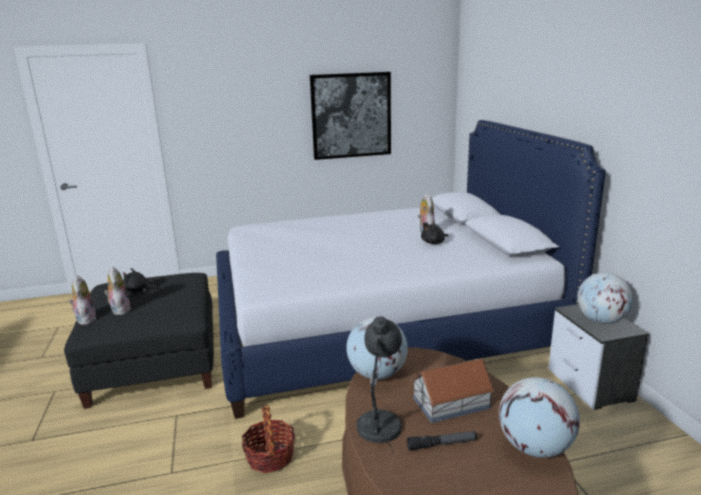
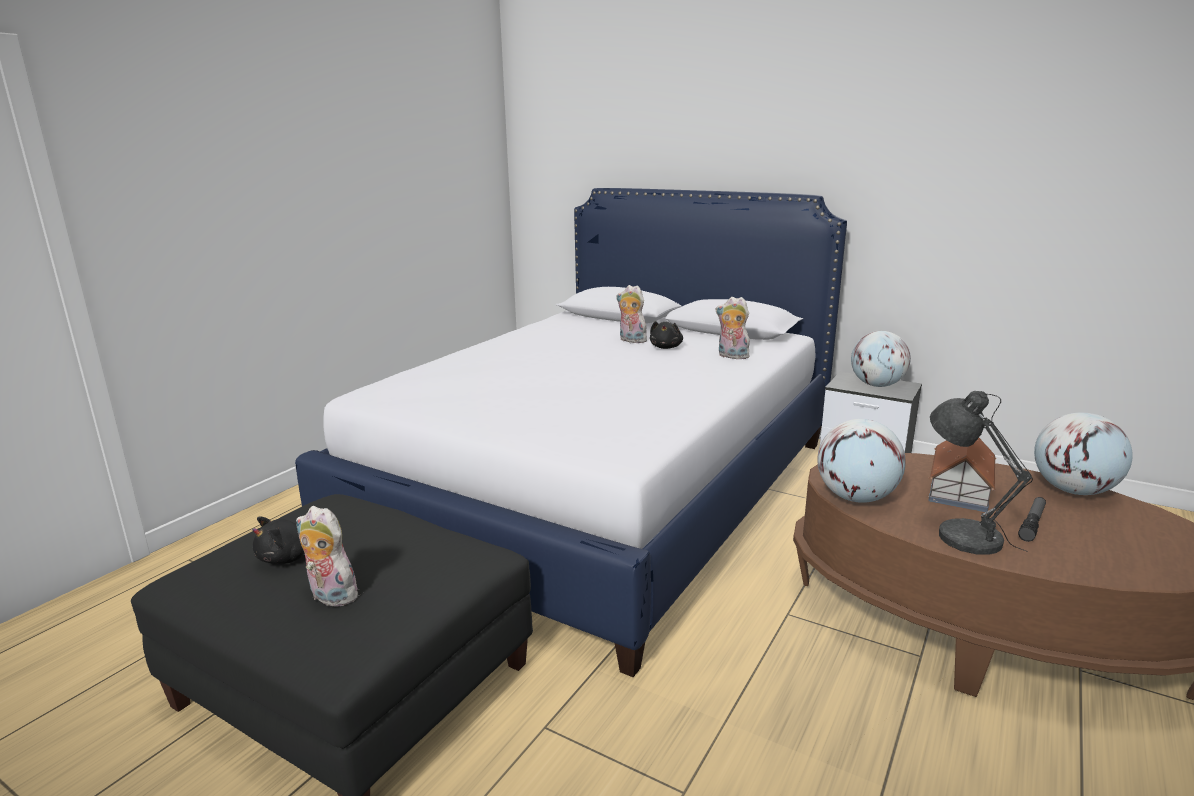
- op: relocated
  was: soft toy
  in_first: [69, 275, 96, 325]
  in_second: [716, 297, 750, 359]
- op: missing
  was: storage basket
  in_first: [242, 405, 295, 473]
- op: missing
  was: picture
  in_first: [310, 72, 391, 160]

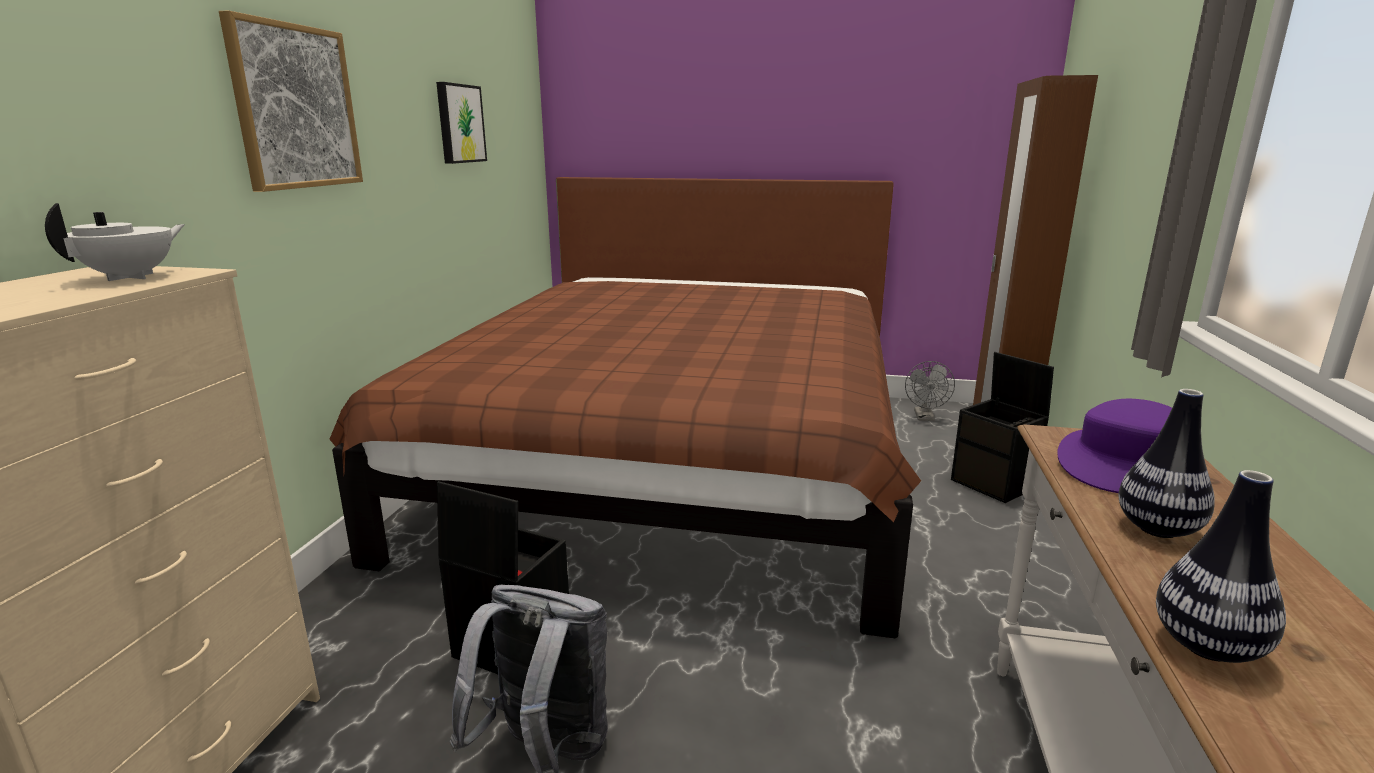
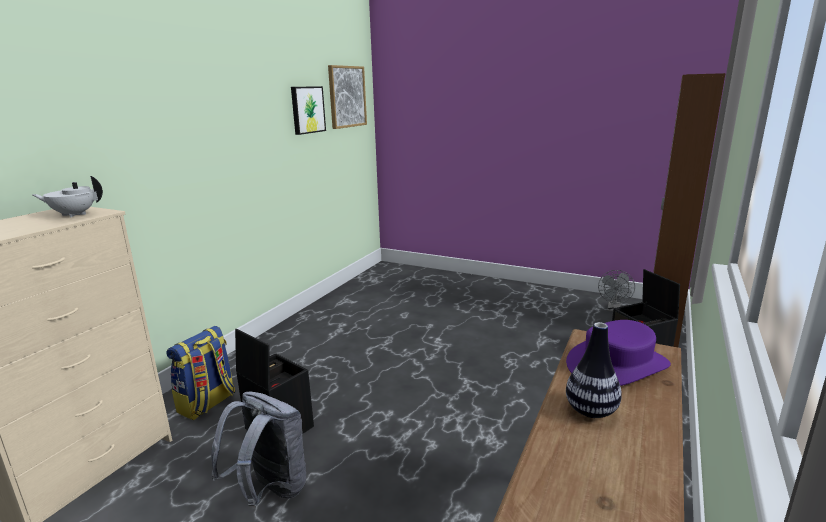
- op: spun
  was: tea pot (white)
  in_first: [45, 203, 185, 281]
  in_second: [32, 176, 103, 217]
  clockwise: -135
- op: appeared
  now: backpack
  in_second: [167, 326, 235, 420]
- op: relocated
  was: picture
  in_first: [219, 10, 363, 192]
  in_second: [328, 65, 367, 129]
- op: missing
  was: bedroom bed (brown)
  in_first: [329, 177, 921, 638]
- op: missing
  was: flower vase
  in_first: [1156, 470, 1286, 663]

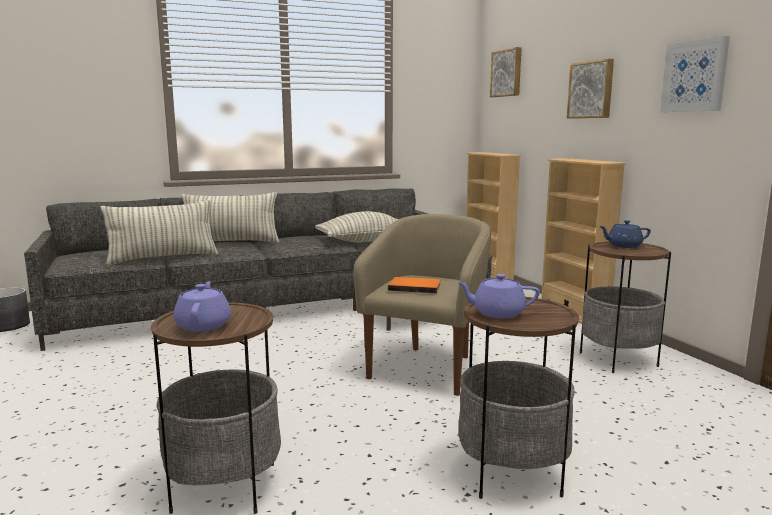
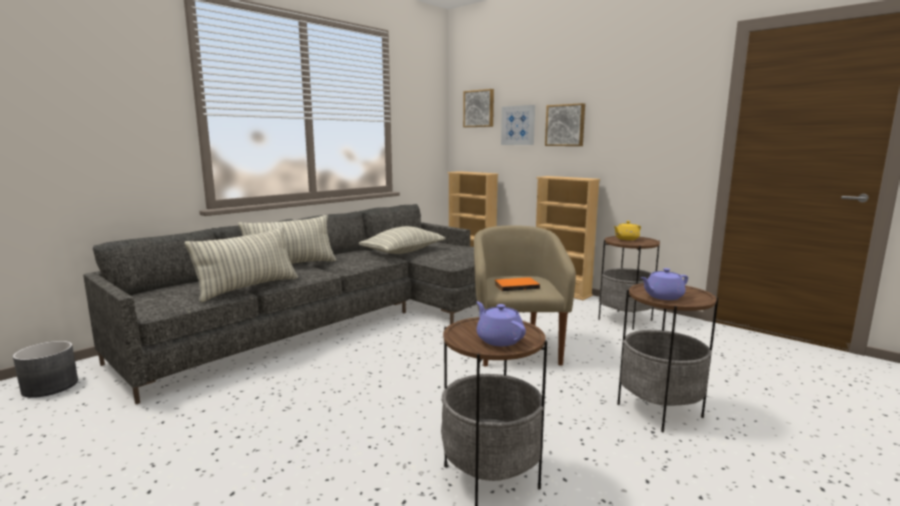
- op: relocated
  was: picture
  in_first: [660, 36, 730, 112]
  in_second: [501, 105, 535, 145]
- op: colour
  was: tea pot (blue-coloured)
  now: tea pot (yellow-coloured)
  in_first: [599, 220, 651, 248]
  in_second: [613, 221, 641, 240]

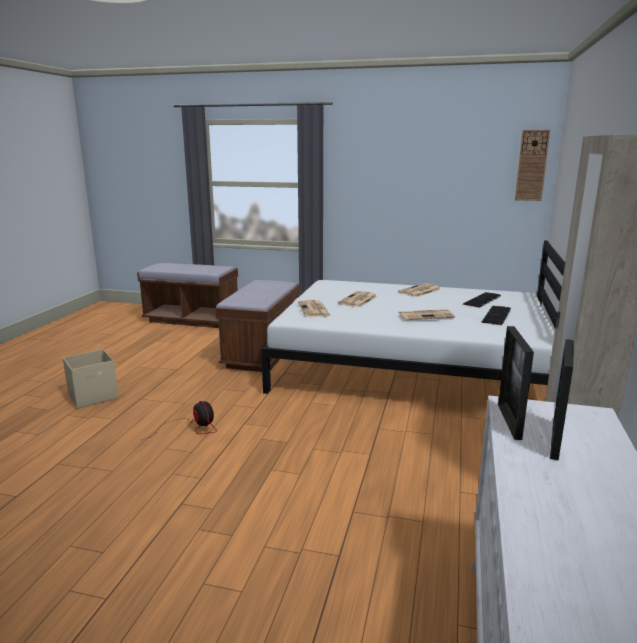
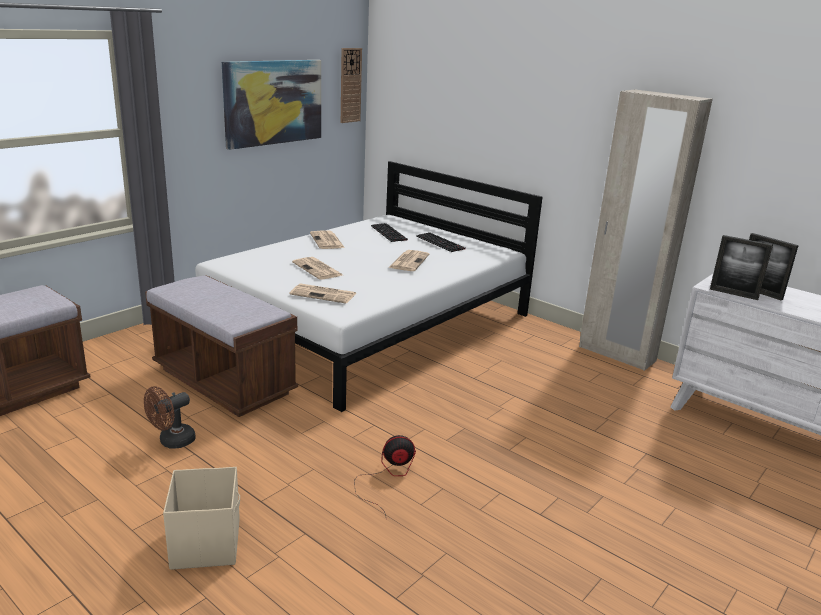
- op: appeared
  now: fan (brown)
  in_second: [144, 386, 196, 449]
- op: appeared
  now: picture
  in_second: [222, 60, 321, 150]

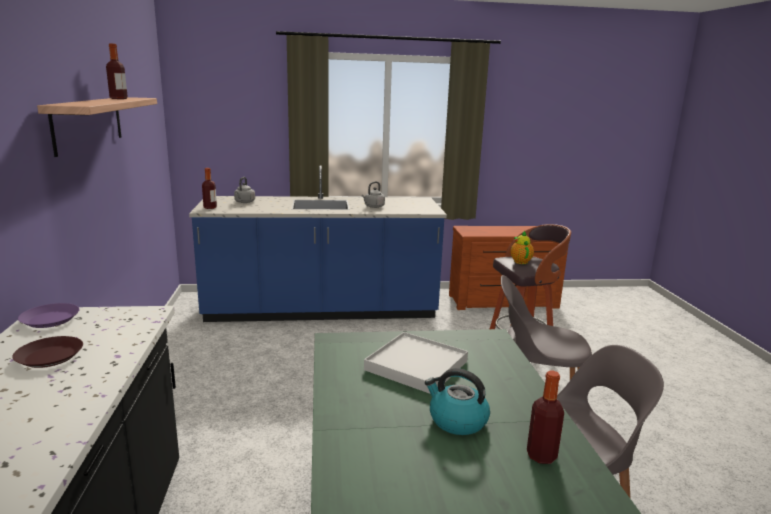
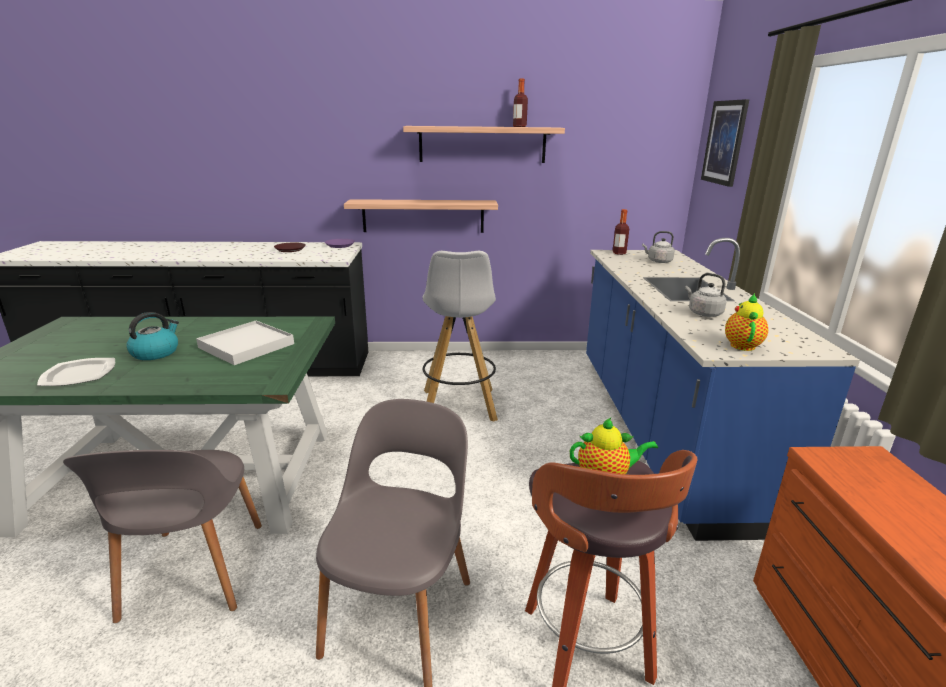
- op: exchanged
  was: beverage bottle
  now: plate
  in_first: [527, 370, 564, 464]
  in_second: [37, 358, 115, 386]
- op: appeared
  now: bracket shelf
  in_second: [344, 199, 498, 233]
- op: appeared
  now: stool (white)
  in_second: [423, 251, 498, 422]
- op: appeared
  now: picture
  in_second: [701, 99, 750, 187]
- op: appeared
  now: tea pot
  in_second: [725, 293, 768, 351]

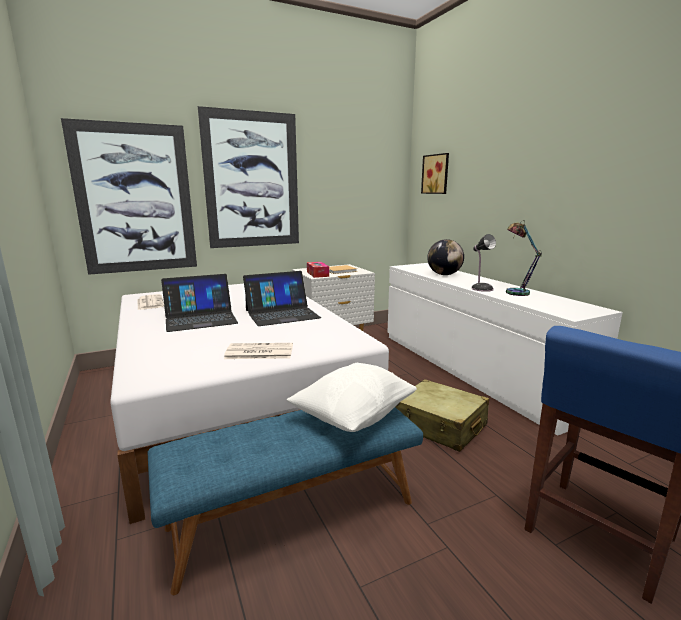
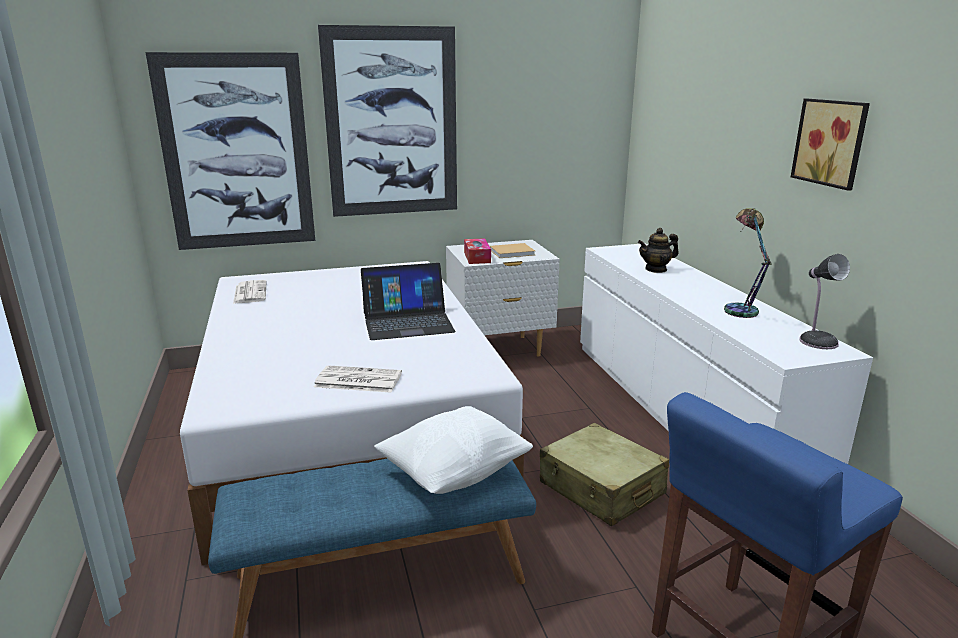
- op: exchanged
  was: world globe
  now: tea pot
  in_first: [427, 239, 464, 275]
  in_second: [638, 228, 679, 273]
- op: relocated
  was: picture
  in_first: [421, 153, 449, 194]
  in_second: [791, 99, 870, 191]
- op: relocated
  was: tabletop lamp
  in_first: [471, 234, 496, 292]
  in_second: [799, 254, 850, 349]
- op: missing
  was: laptop
  in_first: [161, 274, 238, 332]

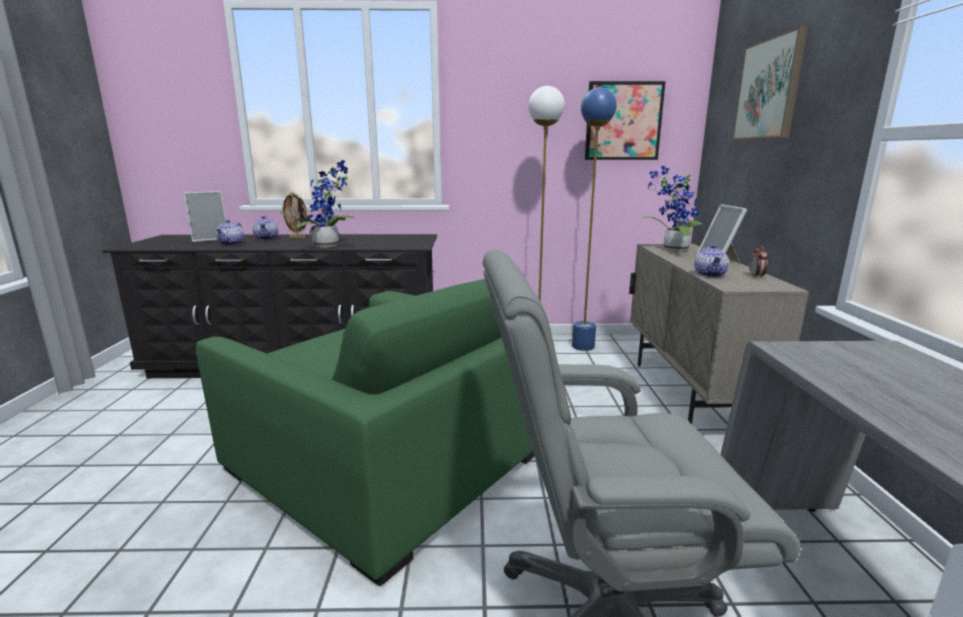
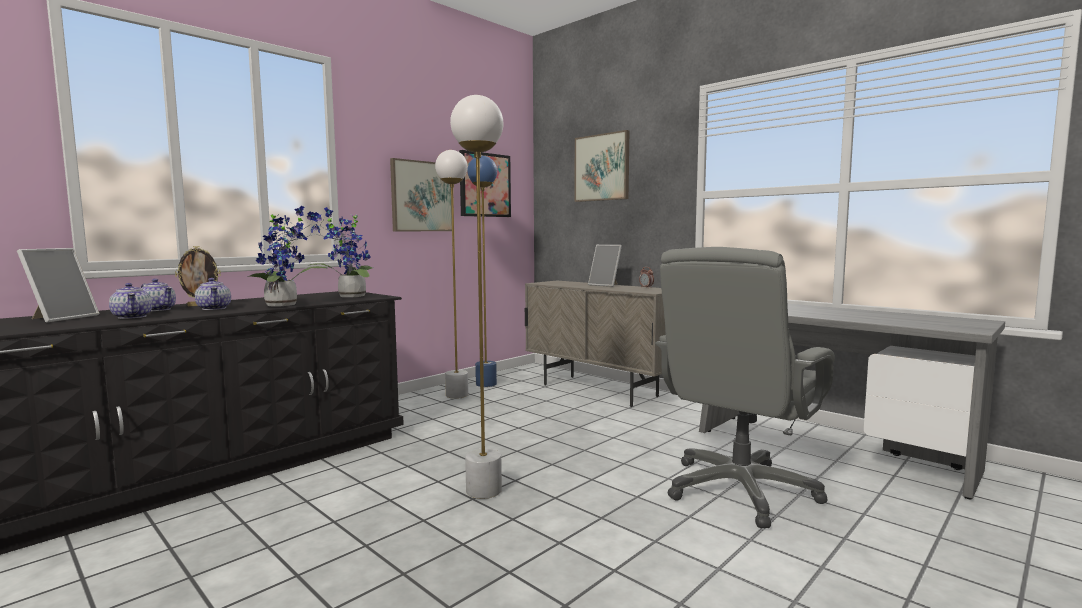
- op: relocated
  was: tea pot
  in_first: [694, 244, 729, 277]
  in_second: [195, 278, 231, 310]
- op: relocated
  was: plant in a pot
  in_first: [641, 165, 702, 252]
  in_second: [309, 207, 373, 297]
- op: appeared
  now: picture
  in_second: [390, 158, 452, 231]
- op: exchanged
  was: armchair (green)
  now: standing lamp (white)
  in_first: [196, 279, 552, 586]
  in_second: [450, 95, 504, 499]

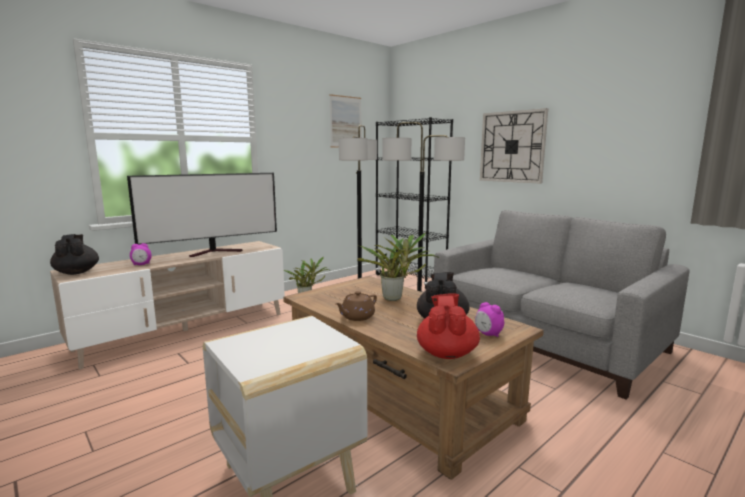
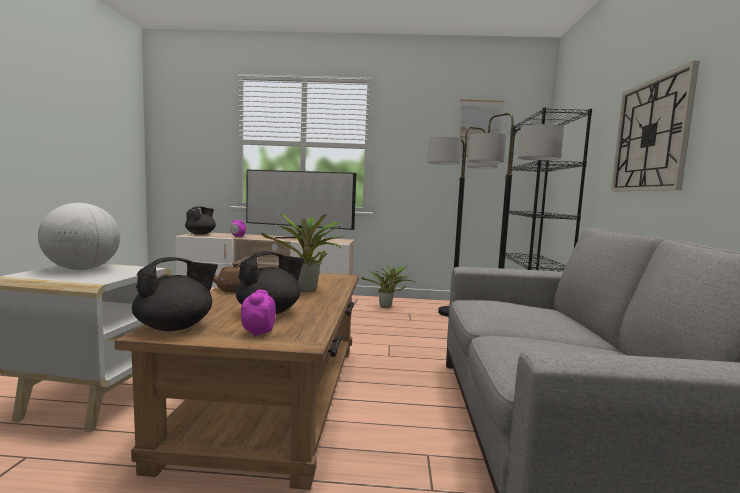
- op: appeared
  now: world globe
  in_second: [38, 203, 120, 270]
- op: colour
  was: tea pot (red-coloured)
  now: tea pot (black)
  in_first: [417, 293, 480, 359]
  in_second: [132, 257, 218, 331]

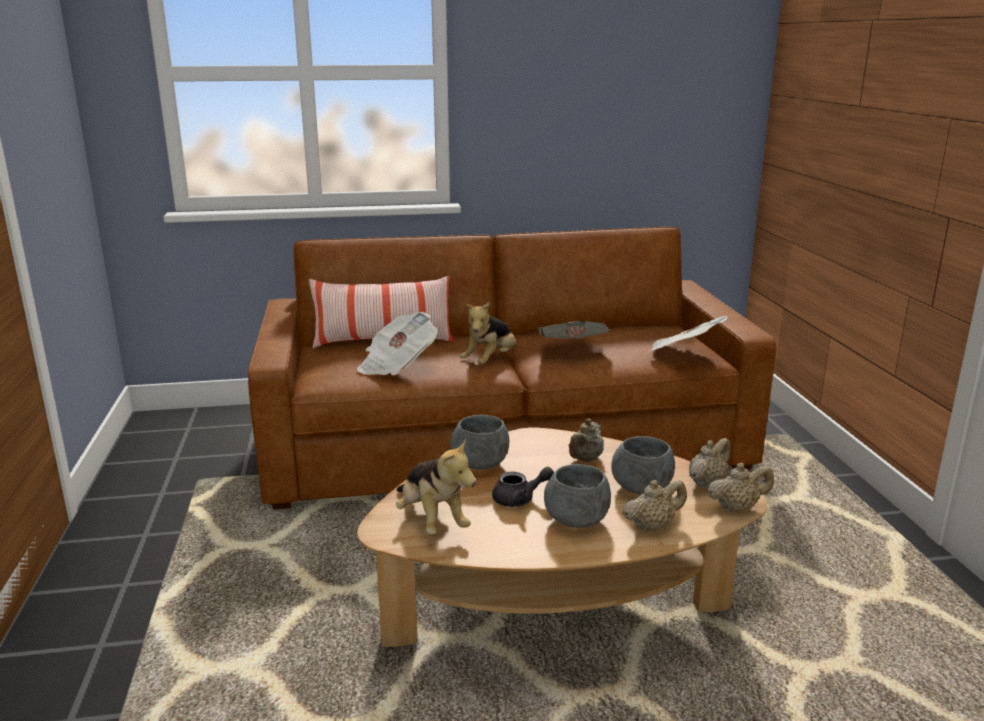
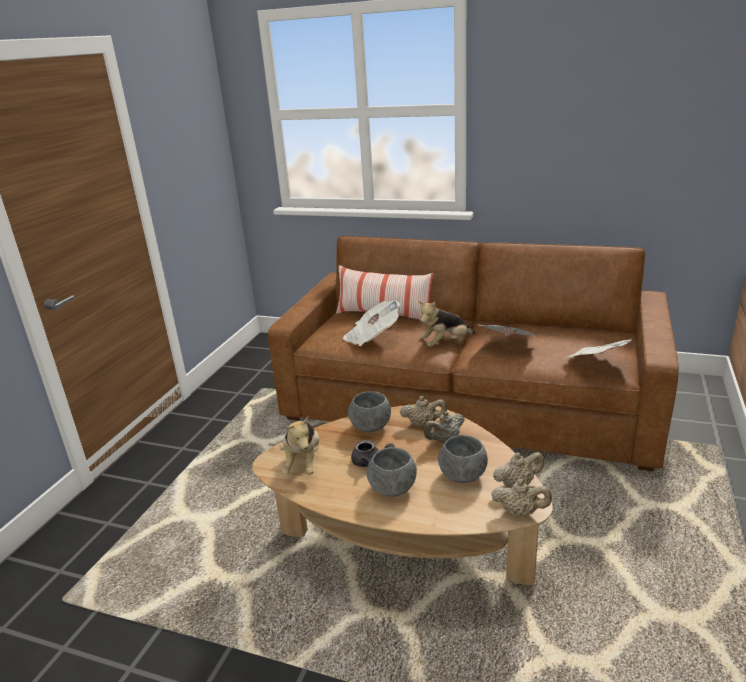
- op: relocated
  was: tea pot (beige-coloured)
  in_first: [623, 480, 687, 532]
  in_second: [400, 396, 447, 427]

